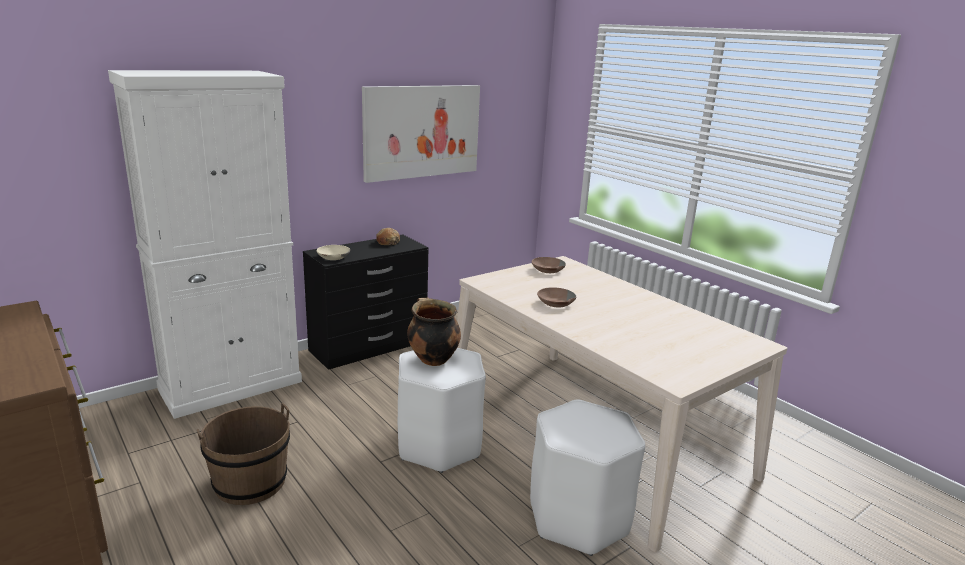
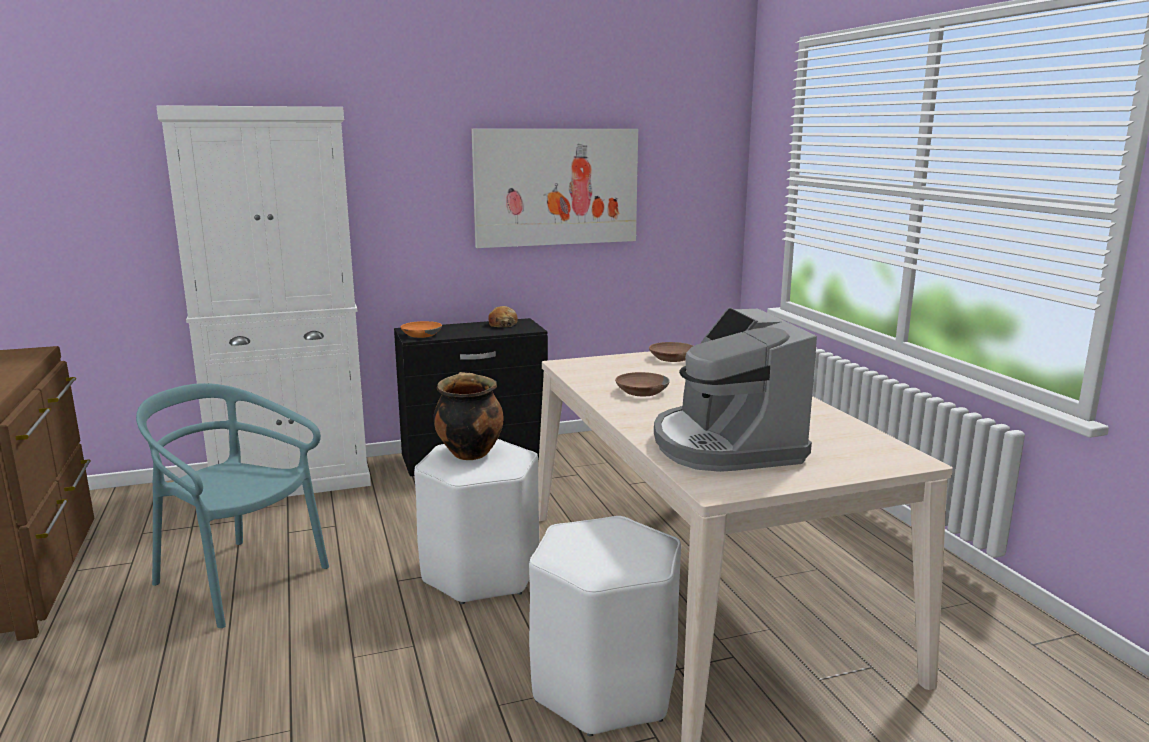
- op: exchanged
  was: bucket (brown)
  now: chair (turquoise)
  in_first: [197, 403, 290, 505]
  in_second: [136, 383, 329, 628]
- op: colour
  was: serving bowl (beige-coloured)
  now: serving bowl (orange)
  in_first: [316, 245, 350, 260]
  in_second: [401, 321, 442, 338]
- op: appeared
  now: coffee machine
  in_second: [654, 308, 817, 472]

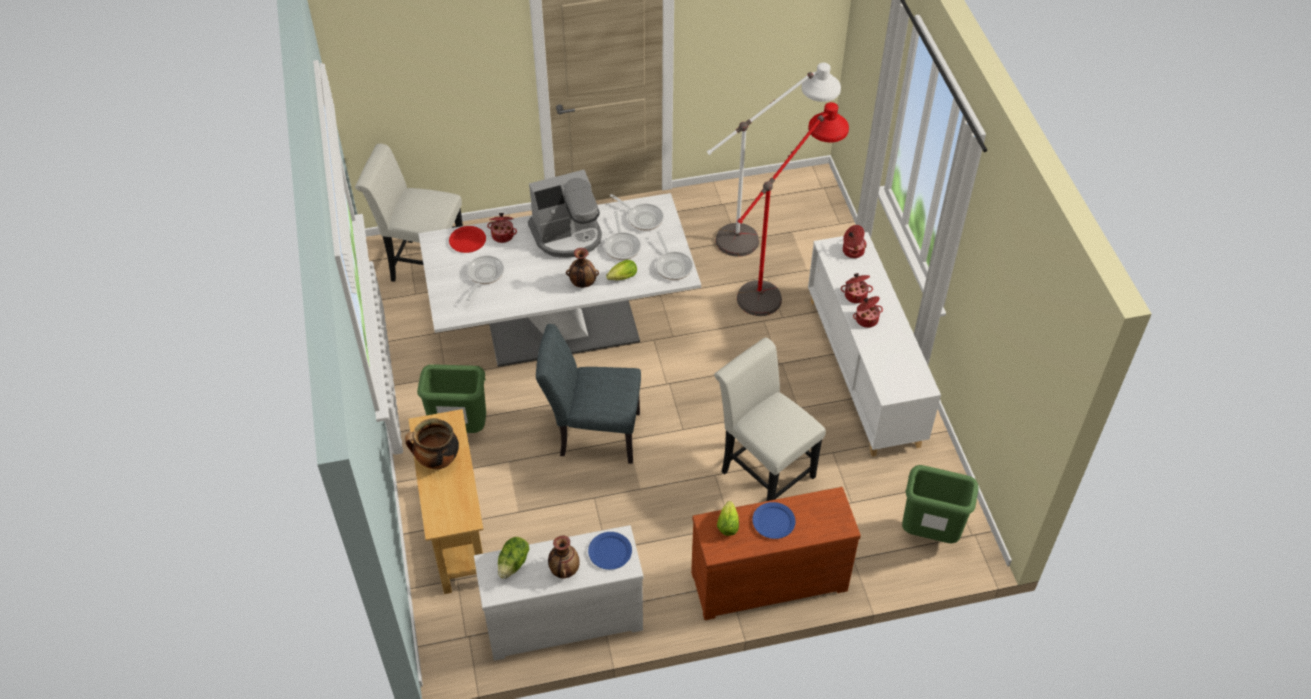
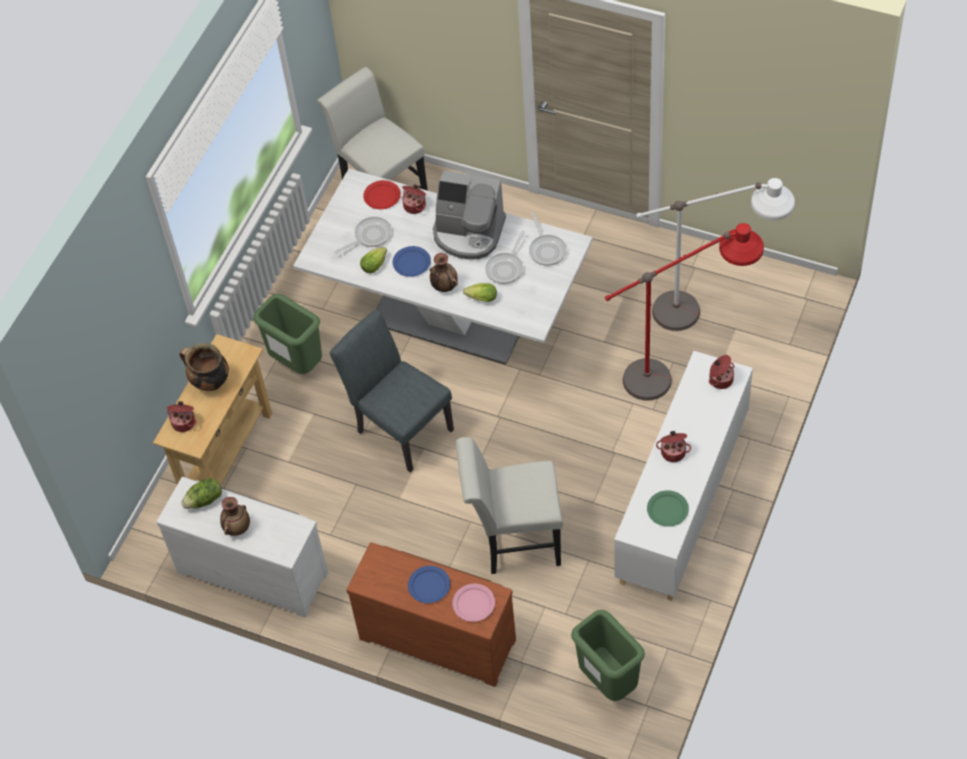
- op: relocated
  was: saucepot
  in_first: [841, 273, 873, 304]
  in_second: [167, 401, 196, 432]
- op: relocated
  was: lettuce head
  in_first: [717, 501, 739, 536]
  in_second: [360, 247, 387, 274]
- op: relocated
  was: plate (blue-coloured)
  in_first: [588, 532, 632, 570]
  in_second: [392, 246, 431, 277]
- op: appeared
  now: plate (pink)
  in_second: [452, 584, 495, 622]
- op: spun
  was: chair (white)
  in_first: [714, 337, 826, 501]
  in_second: [456, 437, 563, 574]
  clockwise: -90
- op: appeared
  now: plate (green)
  in_second: [647, 490, 689, 527]
- op: missing
  was: frying pan
  in_first: [656, 231, 693, 280]

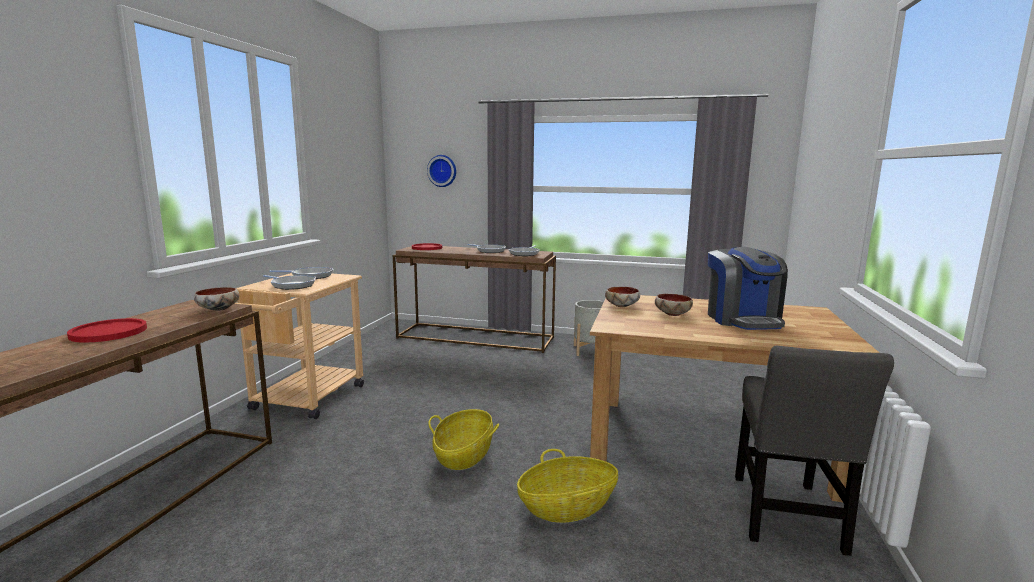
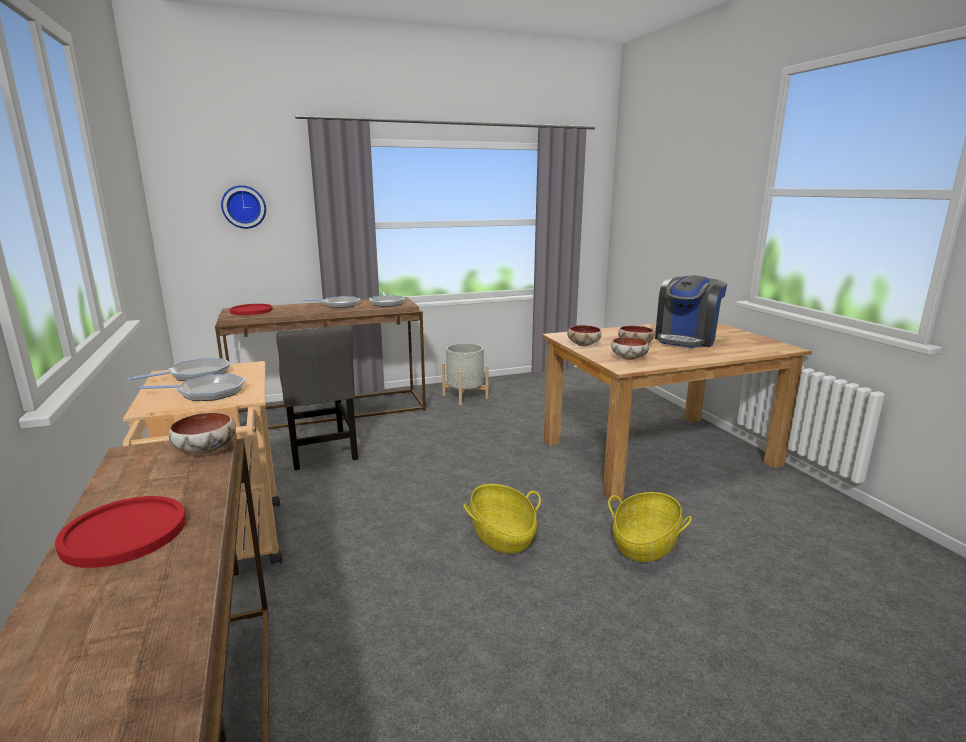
- op: relocated
  was: chair (greyish)
  in_first: [735, 346, 894, 556]
  in_second: [276, 325, 358, 470]
- op: appeared
  now: serving bowl
  in_second: [611, 337, 649, 360]
- op: spun
  was: coffee machine
  in_first: [708, 247, 788, 330]
  in_second: [655, 275, 727, 348]
  clockwise: 75

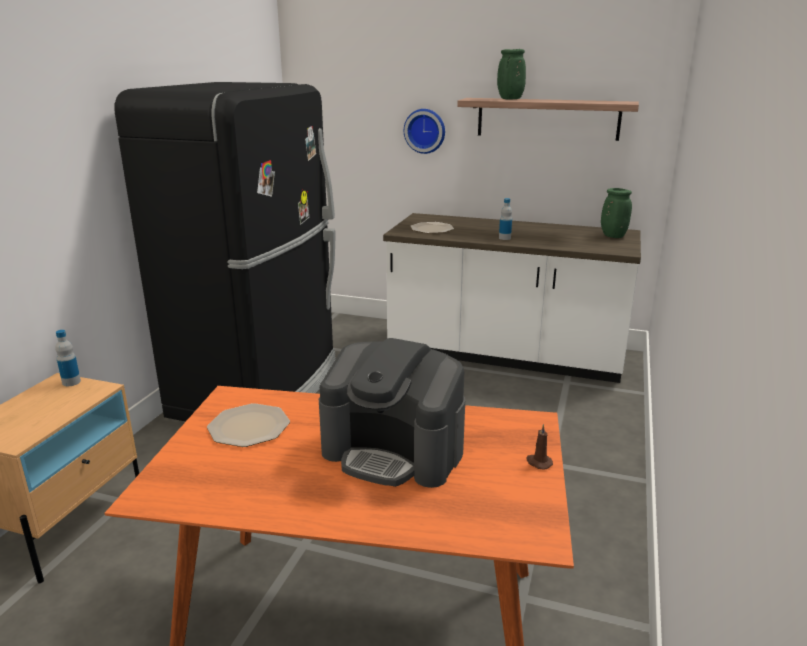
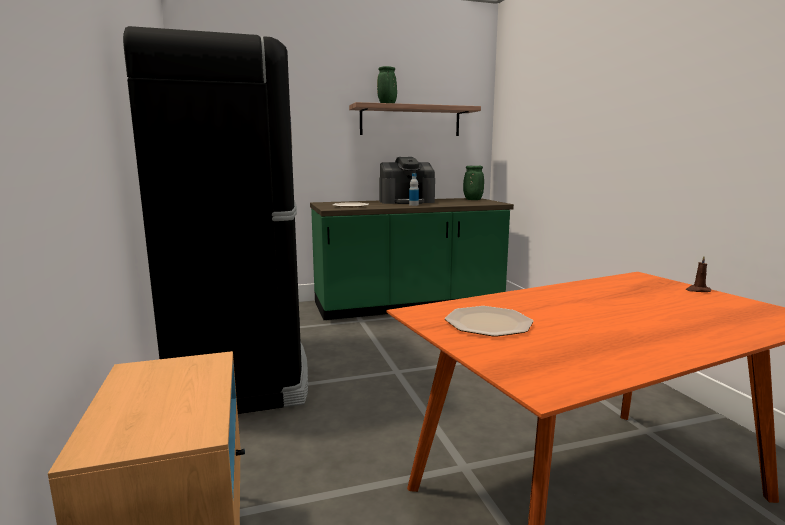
- op: colour
  was: kitchen base unit (white)
  now: kitchen base unit (green)
  in_first: [383, 213, 641, 383]
  in_second: [310, 198, 514, 320]
- op: relocated
  was: coffee machine
  in_first: [319, 338, 465, 488]
  in_second: [379, 157, 435, 204]
- op: missing
  was: beverage bottle
  in_first: [55, 330, 81, 386]
- op: missing
  was: hanging clock
  in_first: [404, 109, 445, 154]

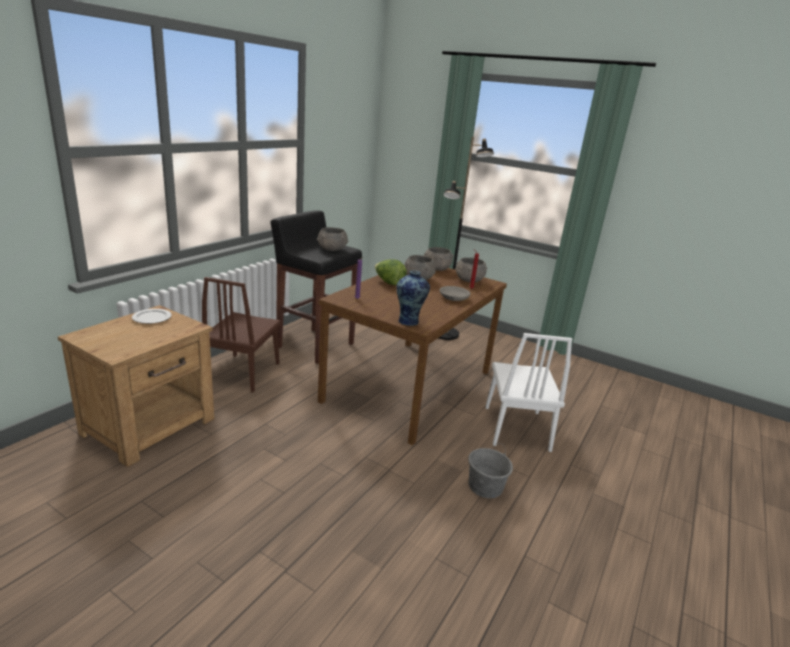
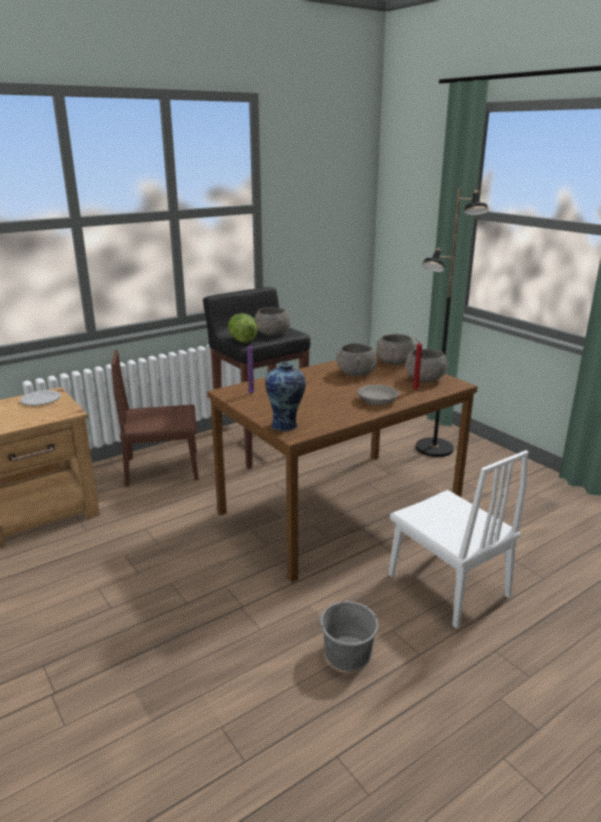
- op: spun
  was: chair (brown)
  in_first: [202, 277, 281, 392]
  in_second: [111, 349, 199, 486]
  clockwise: 45
- op: relocated
  was: lettuce head
  in_first: [375, 259, 407, 285]
  in_second: [228, 313, 258, 343]
- op: spun
  was: chair (white)
  in_first: [486, 333, 572, 452]
  in_second: [388, 450, 528, 629]
  clockwise: -60

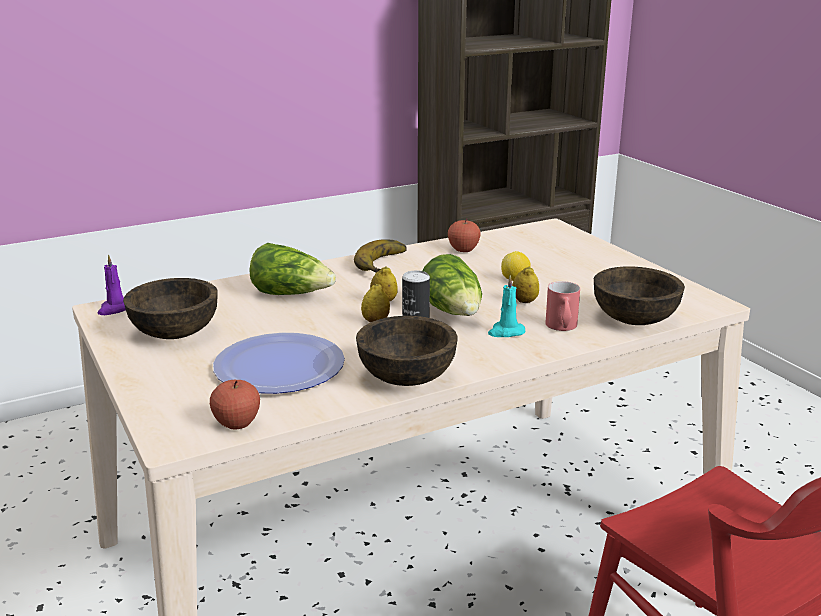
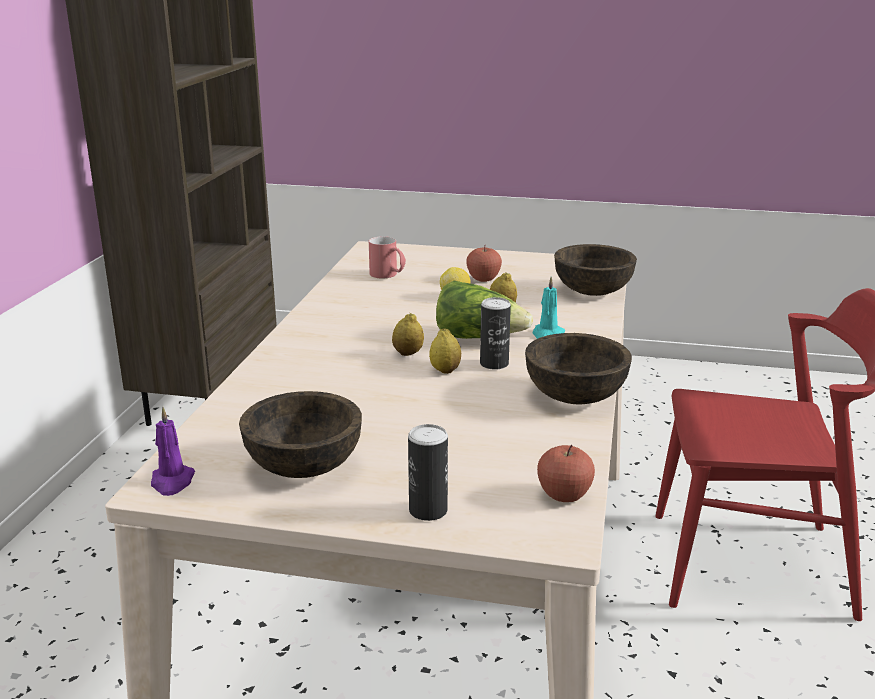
- op: relocated
  was: mug (red-coloured)
  in_first: [545, 281, 580, 331]
  in_second: [369, 236, 406, 278]
- op: appeared
  now: can
  in_second: [408, 424, 448, 521]
- op: relocated
  was: whole apple
  in_first: [448, 219, 481, 252]
  in_second: [466, 246, 502, 282]
- op: missing
  was: plate
  in_first: [213, 333, 345, 394]
- op: missing
  was: lettuce head
  in_first: [249, 243, 336, 295]
- op: missing
  was: whole banana
  in_first: [354, 239, 407, 273]

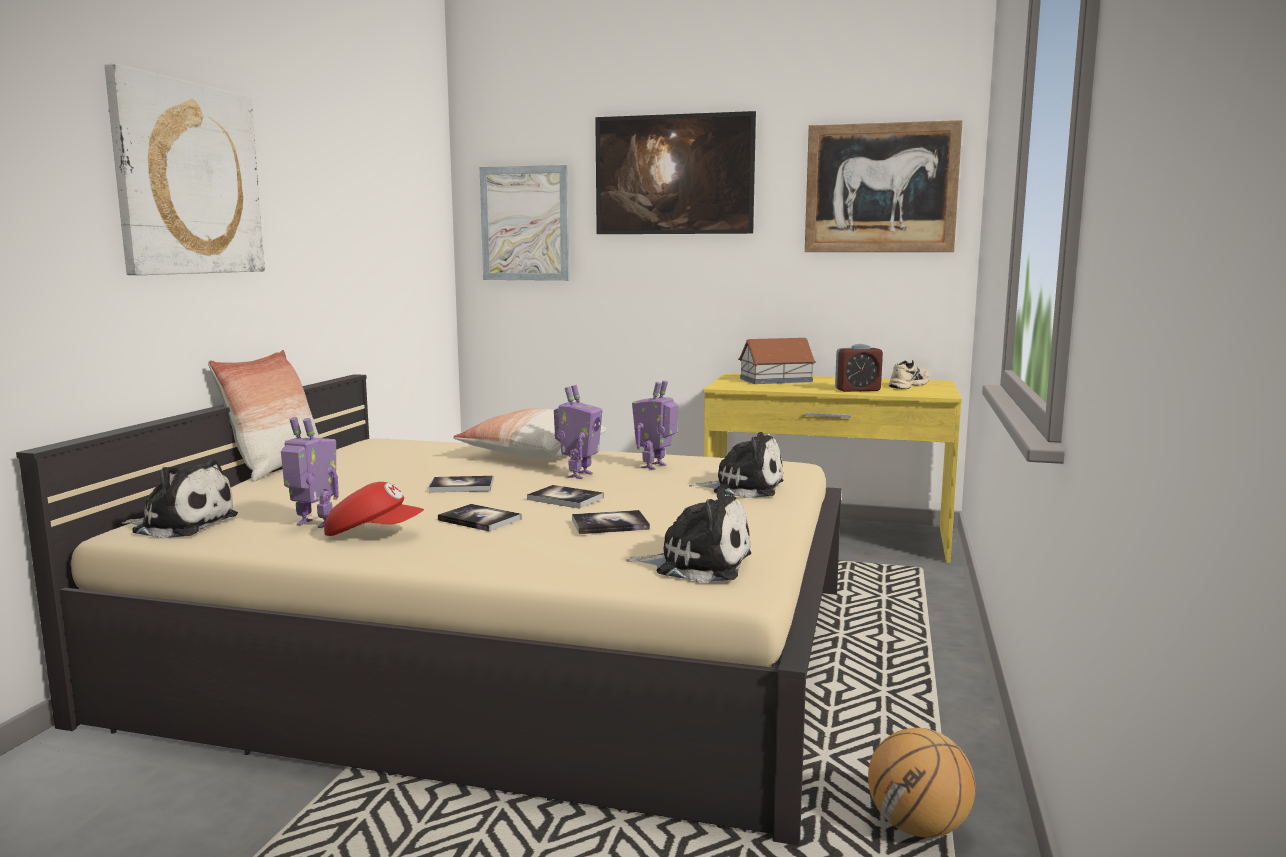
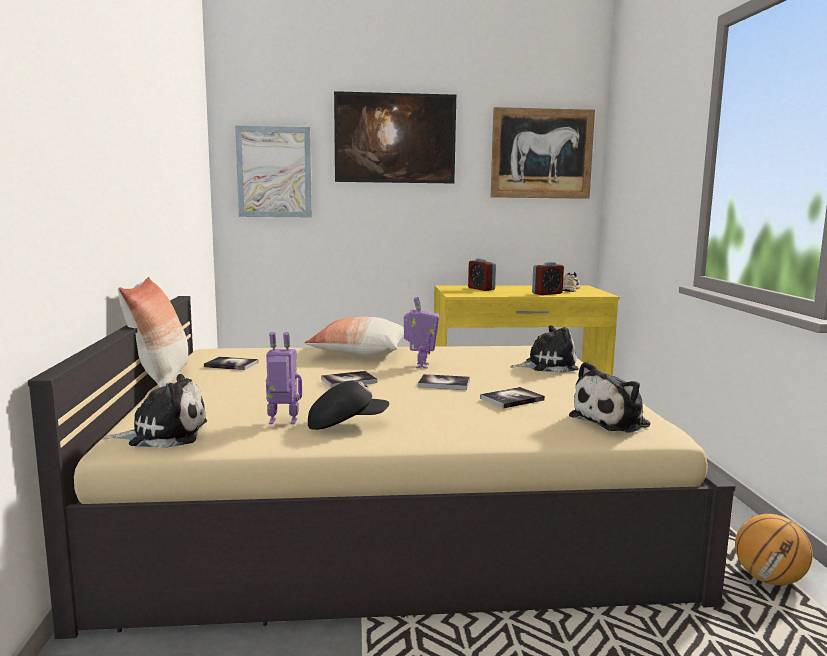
- op: relocated
  was: book
  in_first: [438, 504, 522, 531]
  in_second: [204, 357, 259, 370]
- op: colour
  was: peaked cap (red-coloured)
  now: peaked cap (black)
  in_first: [324, 482, 424, 536]
  in_second: [308, 381, 389, 430]
- op: exchanged
  was: model house
  now: bedside clock
  in_first: [738, 338, 816, 384]
  in_second: [468, 258, 496, 291]
- op: spun
  was: soft toy
  in_first: [626, 488, 751, 582]
  in_second: [569, 362, 651, 433]
  clockwise: 150
- op: missing
  was: picture
  in_first: [105, 64, 265, 275]
- op: missing
  was: robot figure
  in_first: [632, 380, 678, 470]

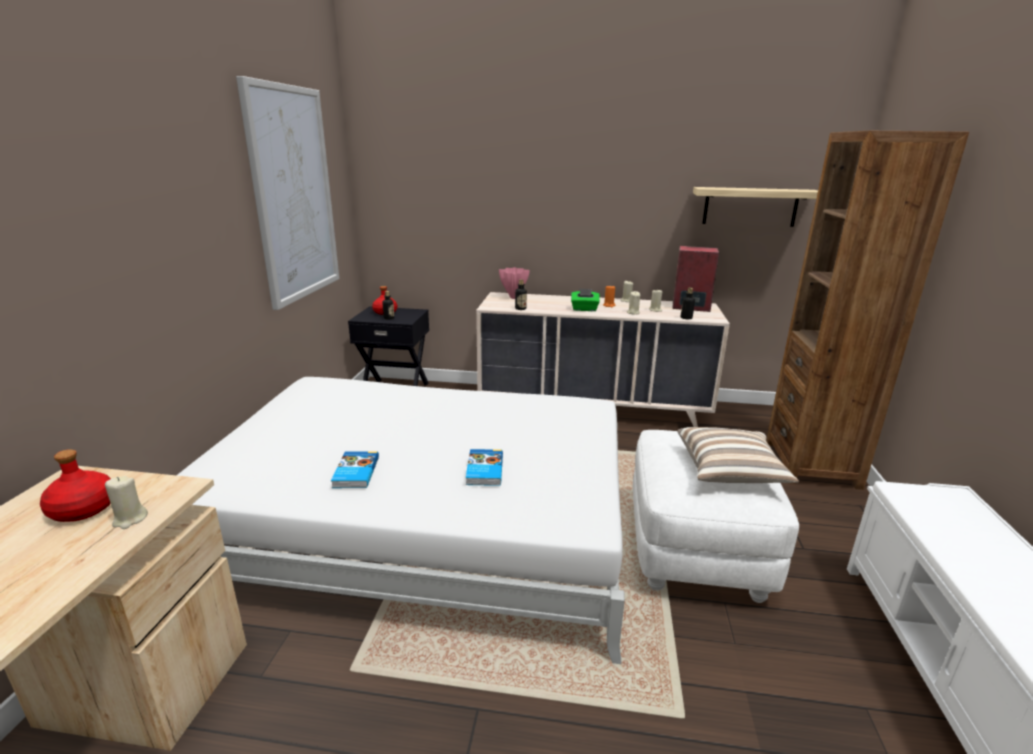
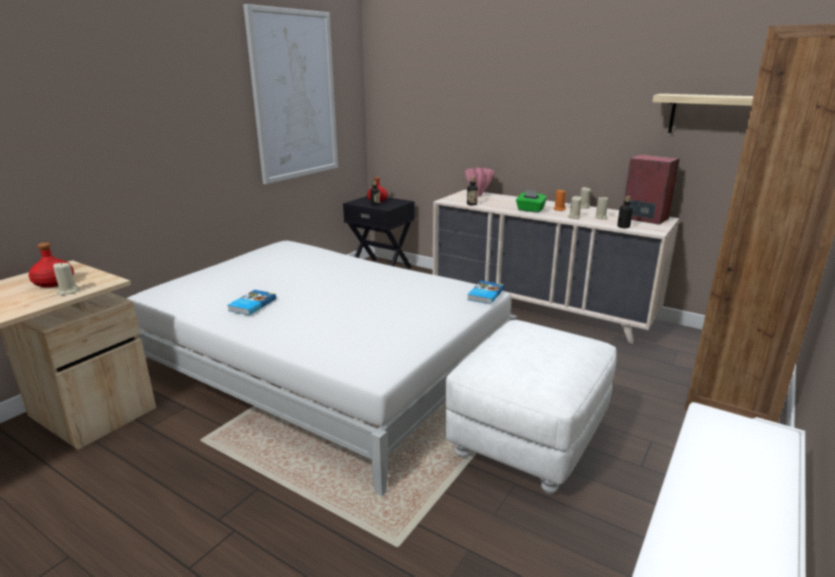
- op: relocated
  was: book
  in_first: [466, 449, 503, 486]
  in_second: [467, 281, 504, 304]
- op: missing
  was: throw pillow
  in_first: [677, 427, 799, 483]

